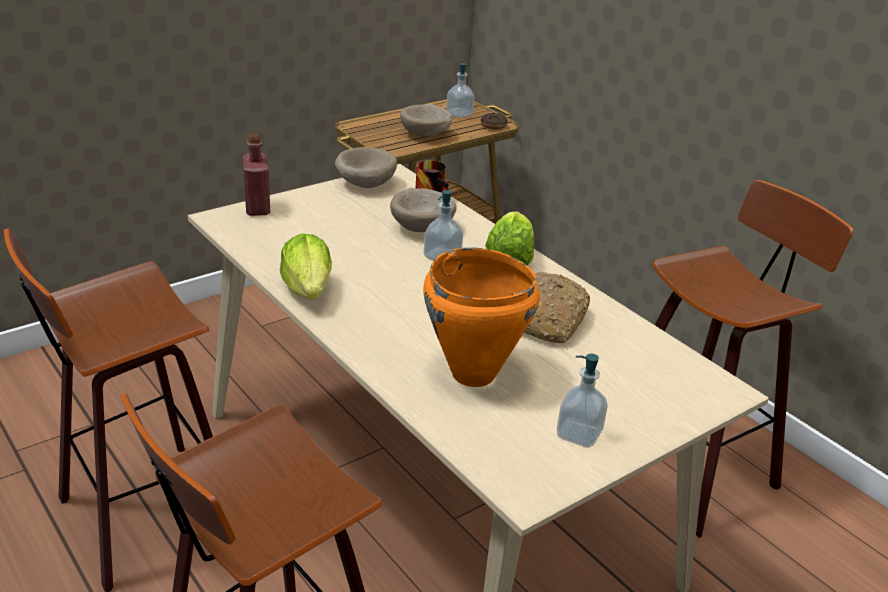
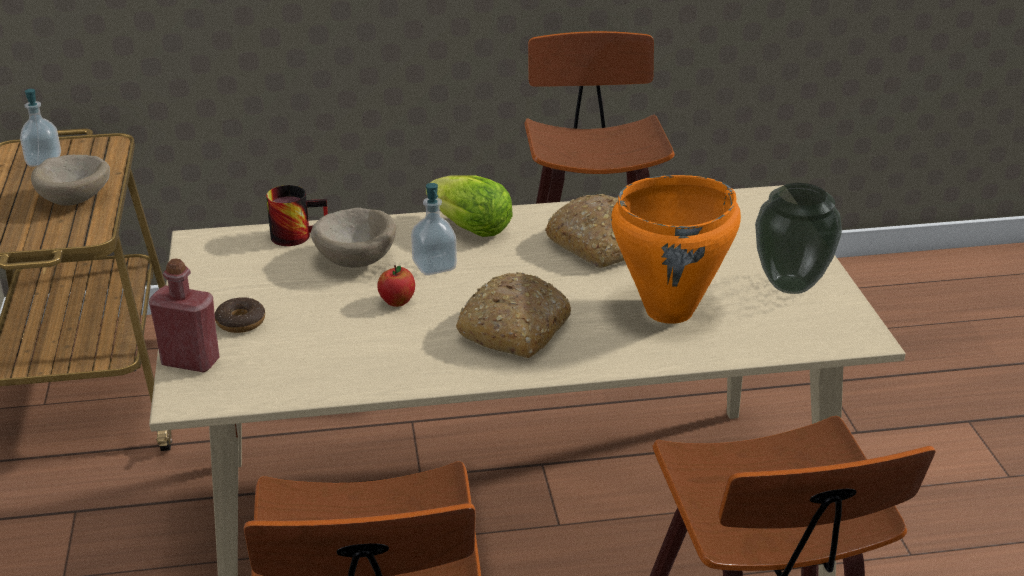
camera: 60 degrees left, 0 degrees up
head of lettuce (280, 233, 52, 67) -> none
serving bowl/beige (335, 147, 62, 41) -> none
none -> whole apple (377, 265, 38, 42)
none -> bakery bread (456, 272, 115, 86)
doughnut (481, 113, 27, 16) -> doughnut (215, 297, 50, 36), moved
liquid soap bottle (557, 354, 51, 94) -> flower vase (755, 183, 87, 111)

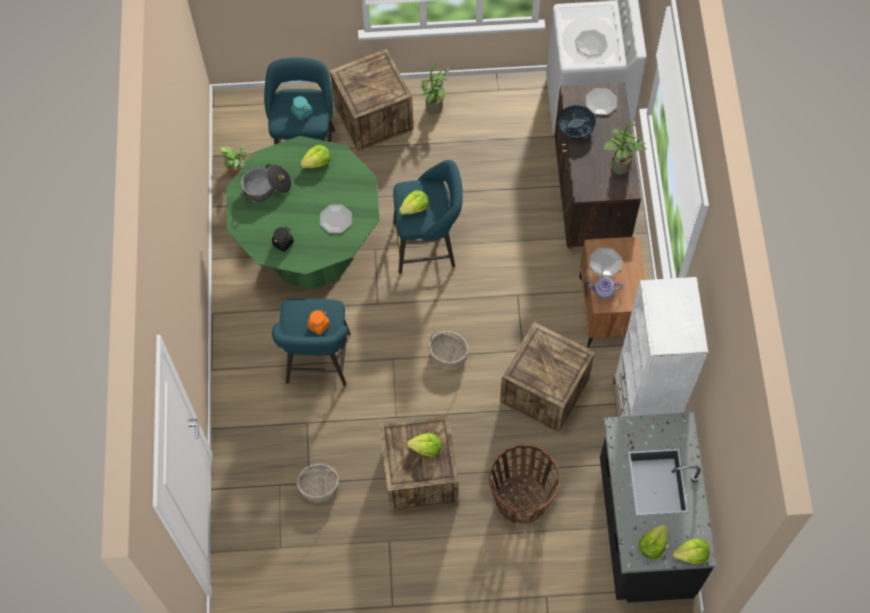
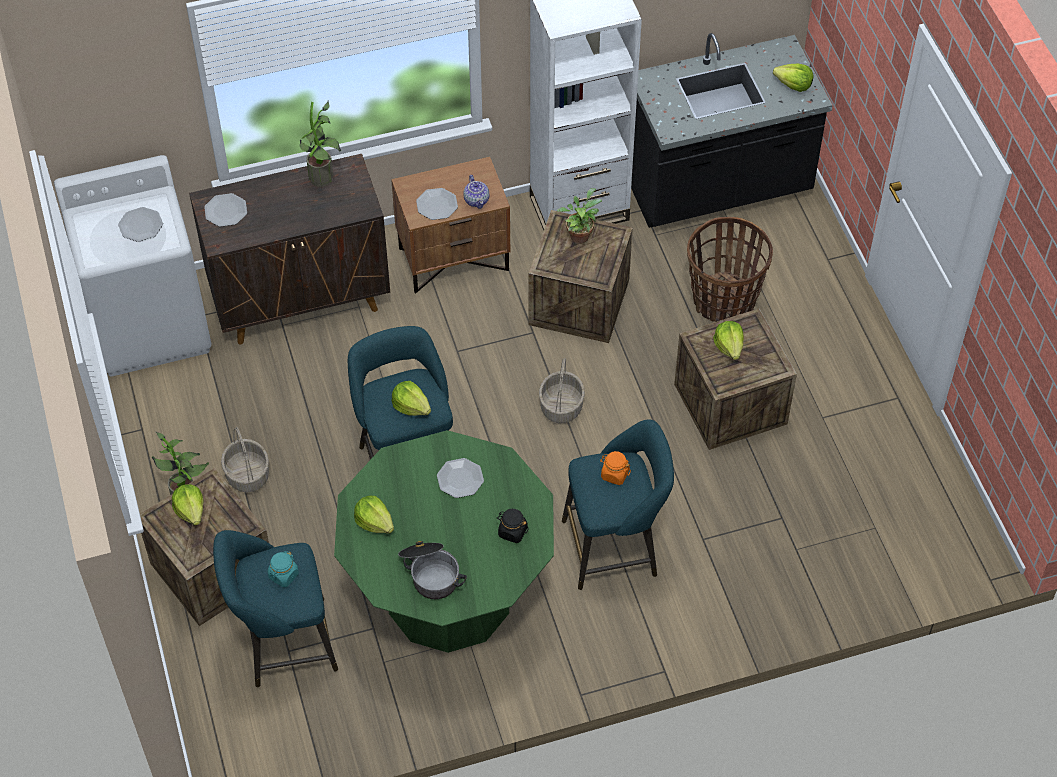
camera: 105 degrees left, 10 degrees down
serving bowl (558, 105, 37, 34) -> none
plant in a pot (218, 144, 31, 31) -> plant in a pot (557, 188, 45, 56), moved
household basket (297, 464, 42, 38) -> household basket (221, 427, 48, 66), moved
head of lettuce (673, 538, 37, 26) -> head of lettuce (172, 484, 31, 42), moved

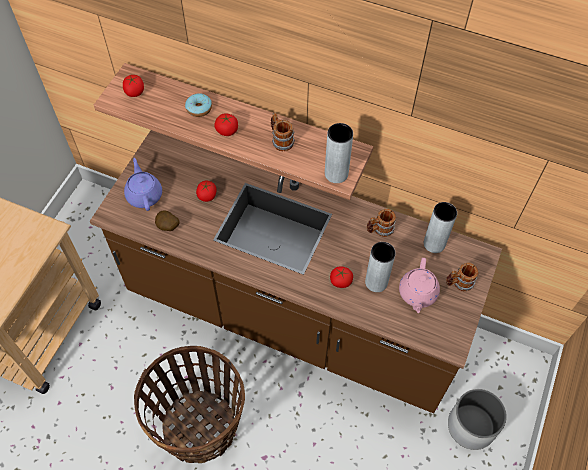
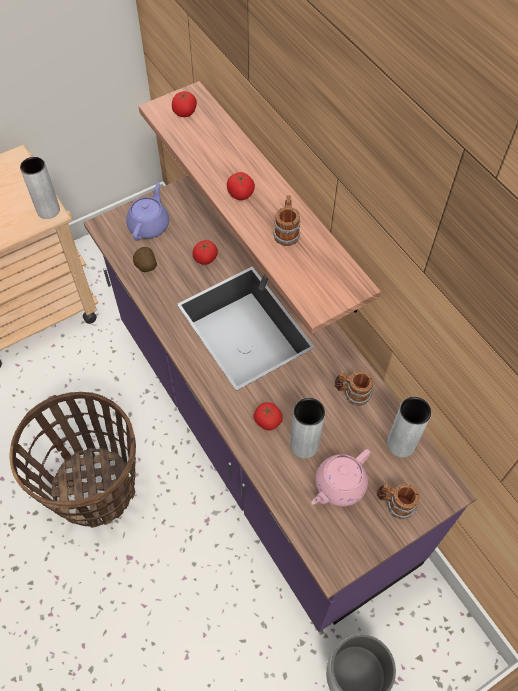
camera: 35 degrees right, 0 degrees up
doughnut (185, 93, 27, 24) -> none
flower vase/gray (325, 123, 28, 60) -> flower vase/gray (20, 157, 40, 62), moved
kitchen base unit/brown (90, 130, 412, 283) -> kitchen base unit/purple-coloured (83, 176, 394, 457)

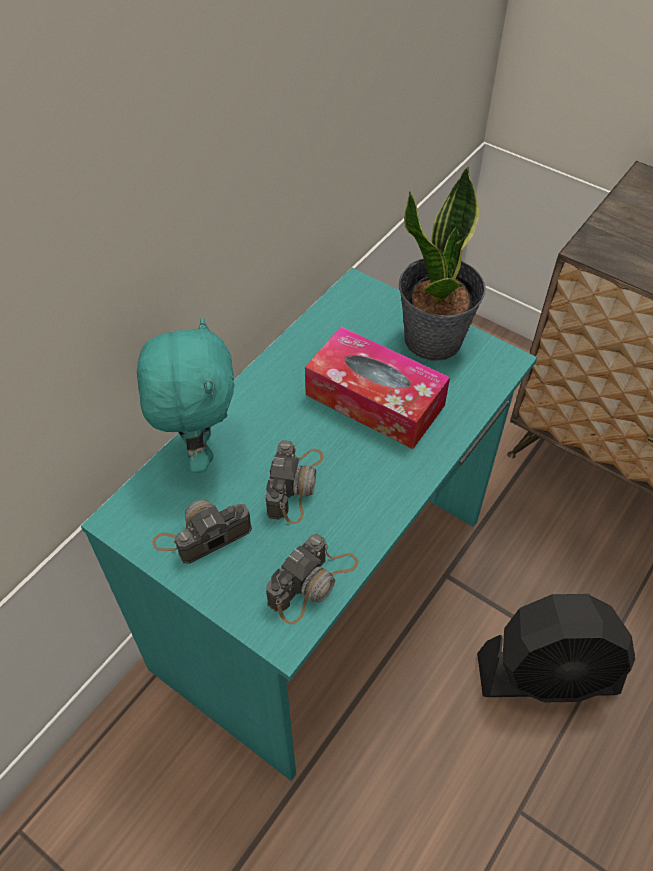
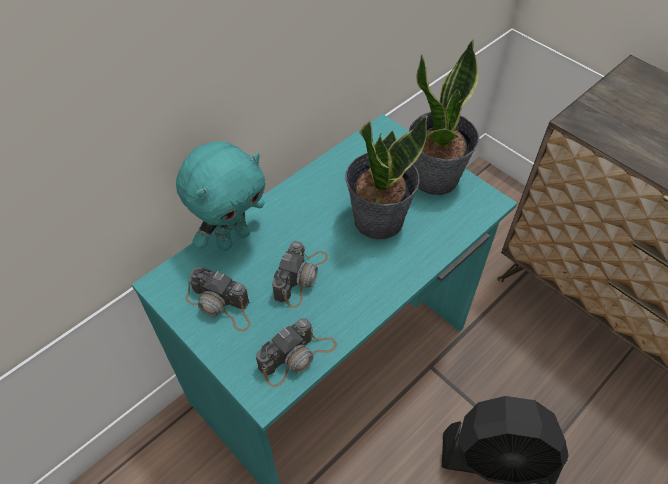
camera: 10 degrees right, 0 degrees up
tissue holder (305, 327, 145, 122) -> plant in a pot (345, 116, 83, 124)
plush toy/blue-green (137, 317, 98, 156) -> plush toy/blue-green (176, 141, 90, 110), 45 degrees clockwise
photo camera (152, 499, 100, 65) -> photo camera (186, 267, 65, 65), 135 degrees counterclockwise

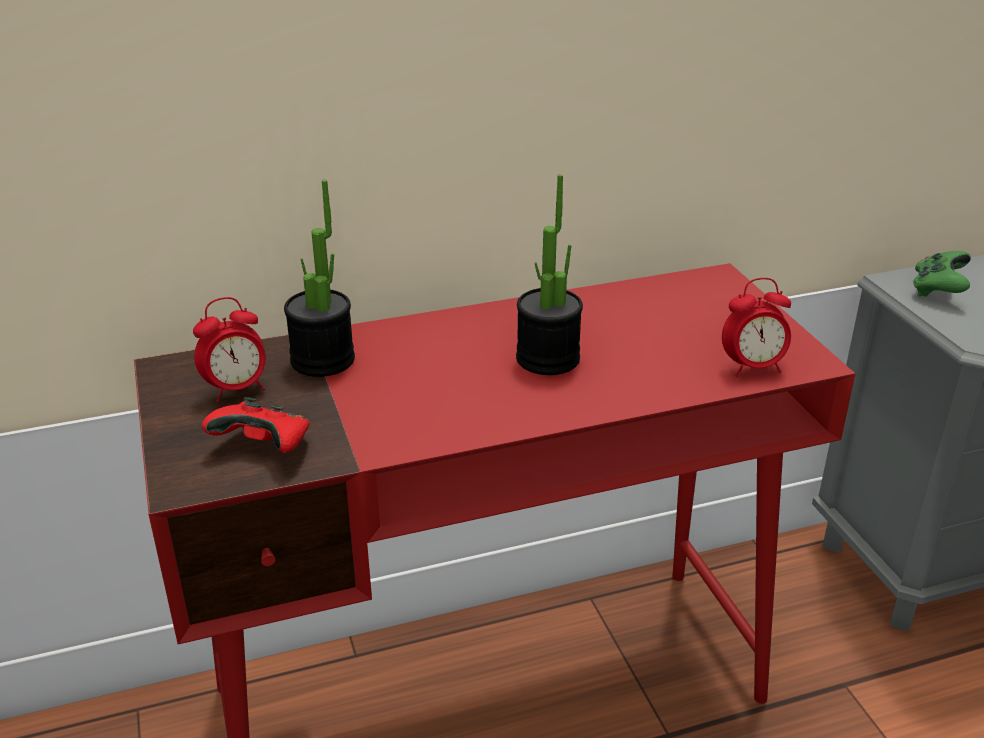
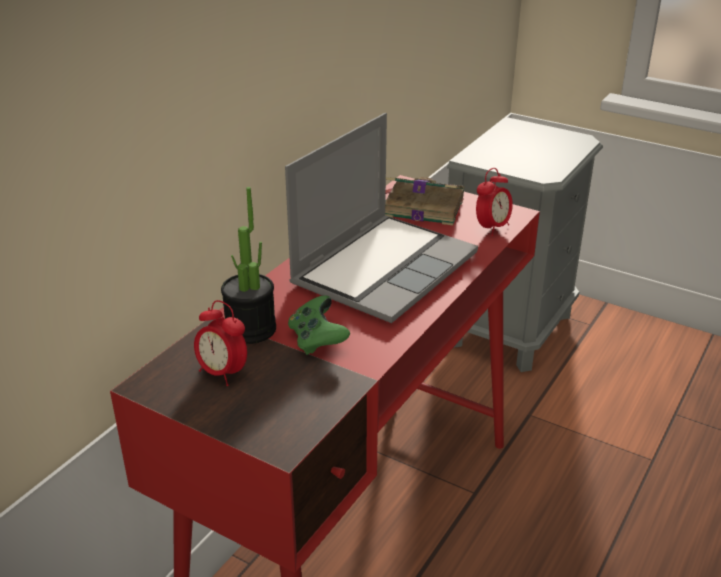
camera: 40 degrees left, 0 degrees up
gamepad/reddish (202, 397, 108, 56) -> none
none -> bound book (385, 177, 79, 49)
gamepad/green-coloured (913, 251, 58, 46) -> gamepad/green-coloured (288, 295, 62, 60), moved
plant in a pot (516, 174, 67, 201) -> laptop (285, 113, 193, 210)
alarm clock (193, 297, 73, 105) -> alarm clock (194, 300, 53, 86), 105 degrees clockwise

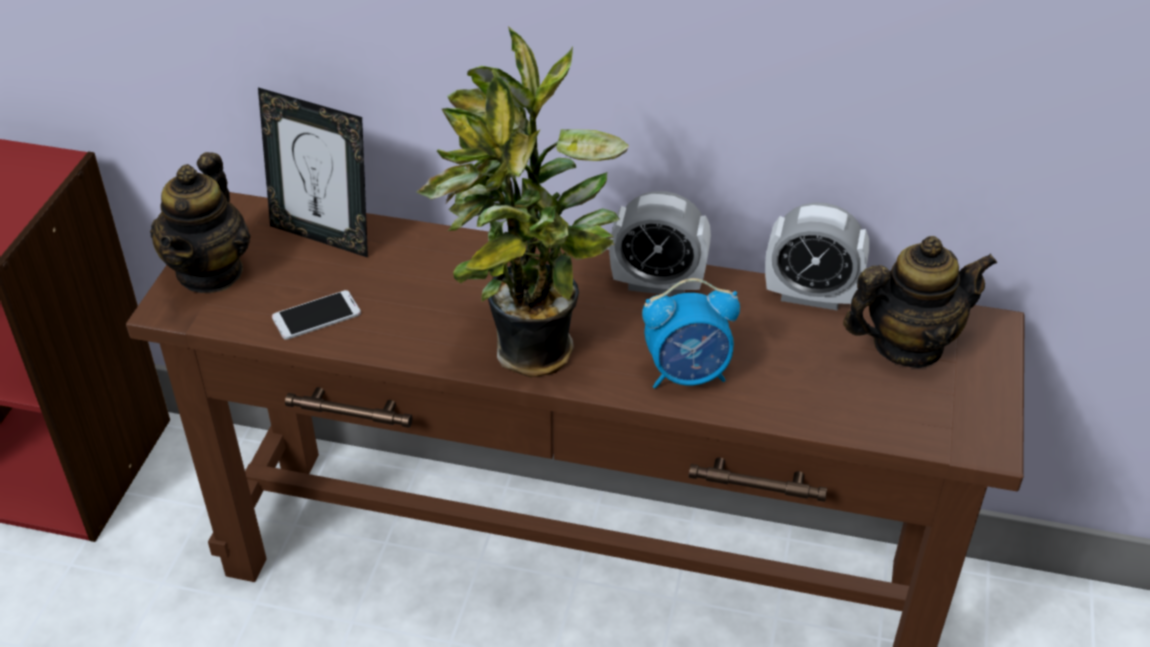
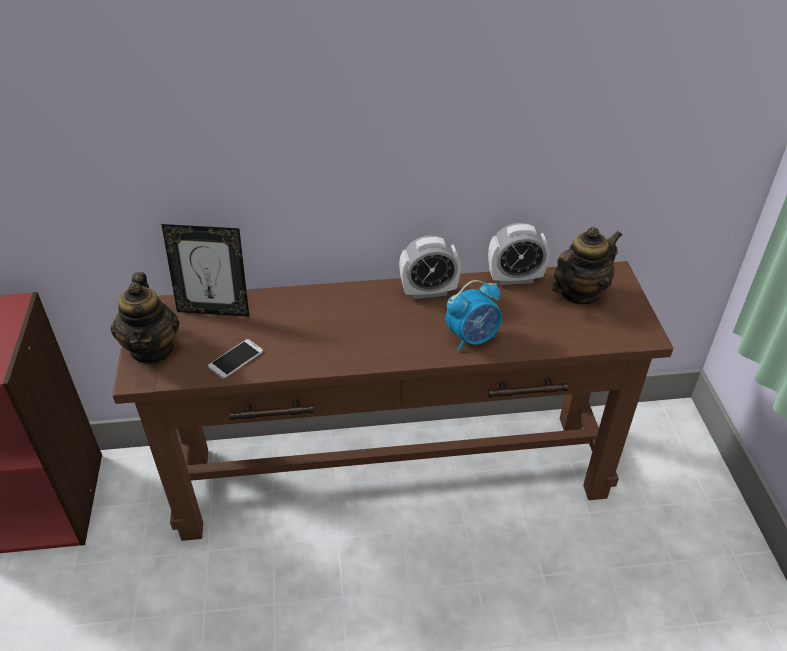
camera: 20 degrees left, 0 degrees up
plant in a pot (417, 26, 212, 352) -> none

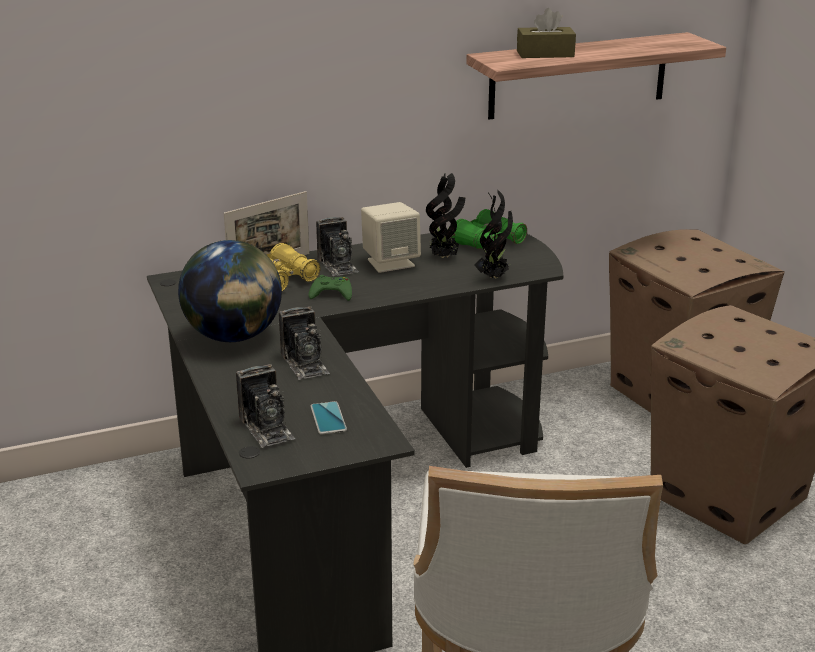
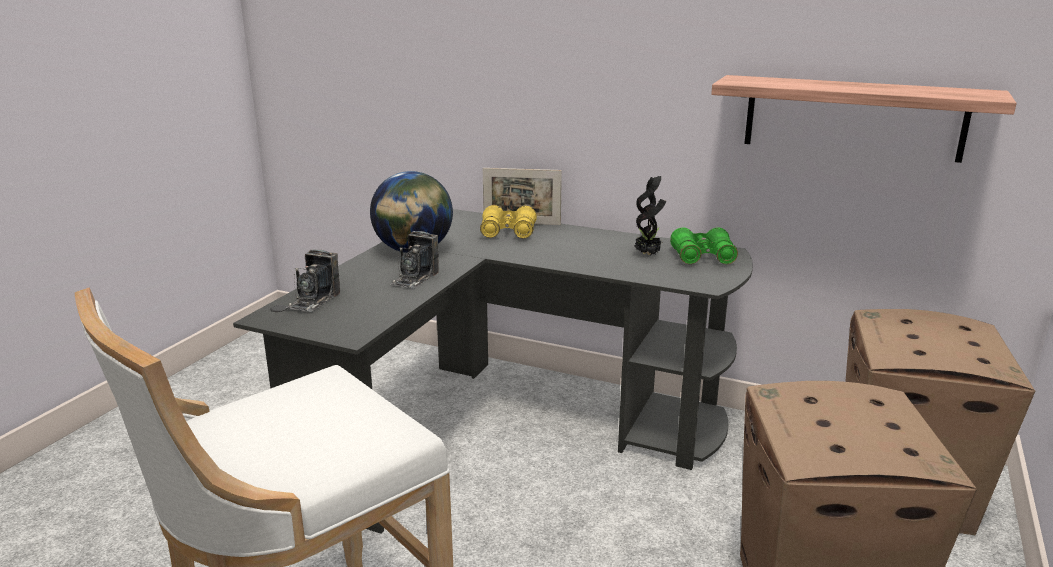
camera: 45 degrees right, 5 degrees down
gamepad/green-coloured (309, 275, 43, 26) -> none
telephone (311, 401, 36, 33) -> none
photo camera (316, 217, 43, 60) -> none
speaker/beige (361, 202, 60, 71) -> none
plant in a pot (474, 189, 39, 90) -> none
tissue holder/brown (517, 8, 59, 50) -> none

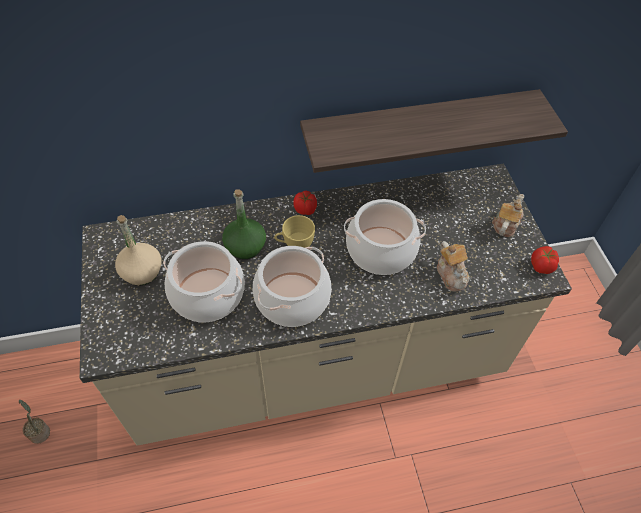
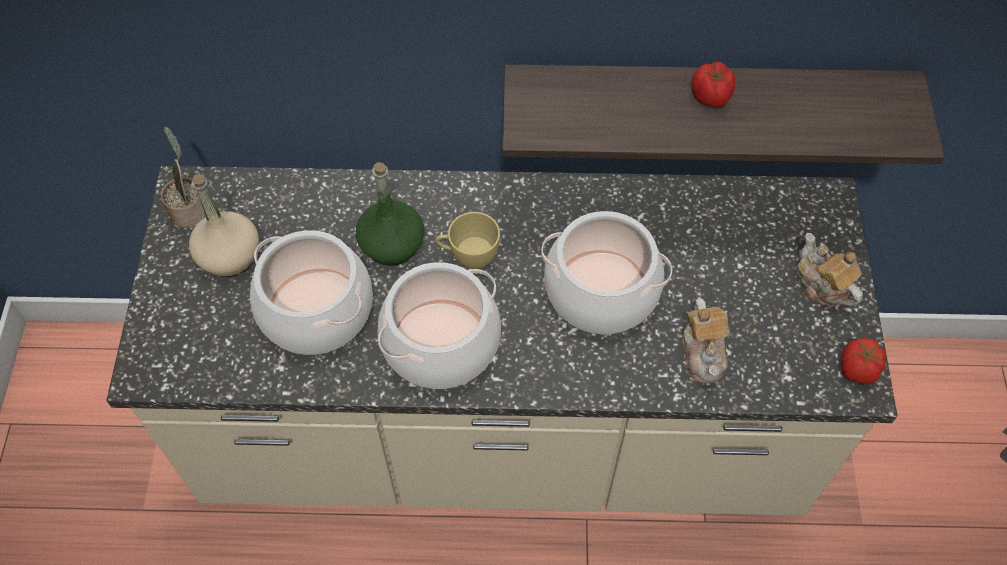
camera: 15 degrees right, 5 degrees up
plant in a pot (19, 400, 31, 44) -> plant in a pot (161, 127, 45, 101), moved
fresh tomato (293, 191, 24, 24) -> fresh tomato (692, 62, 44, 45), moved
pot for tea (492, 194, 32, 43) -> pot for tea (795, 233, 68, 74), 75 degrees counterclockwise

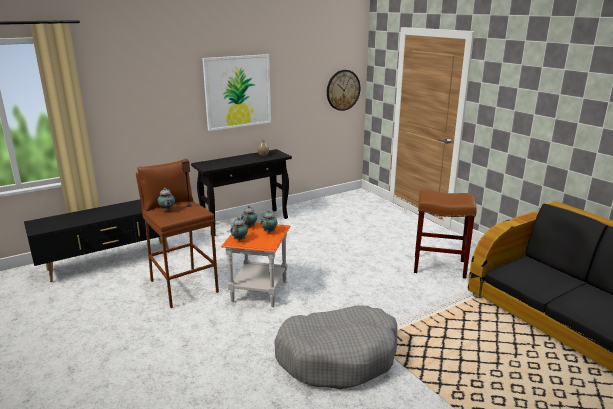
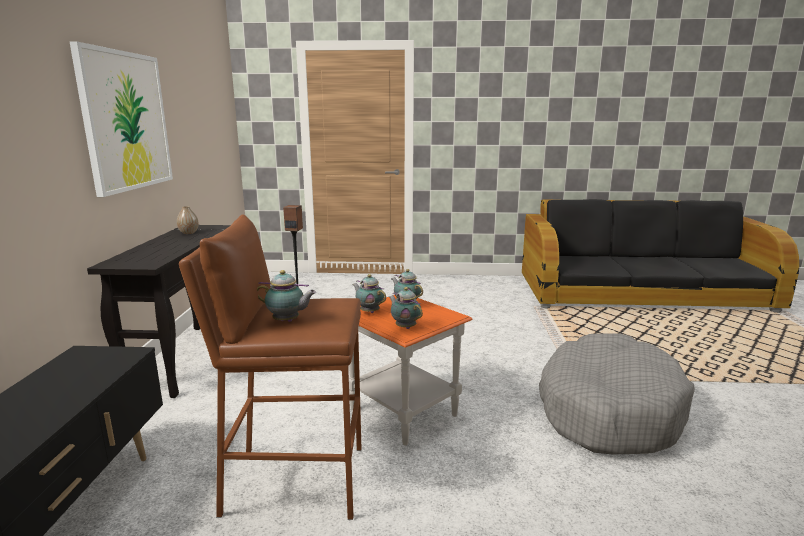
camera: 55 degrees left, 5 degrees down
wall clock (327, 70, 33, 41) -> none
stool seat/brown (414, 190, 63, 89) -> none

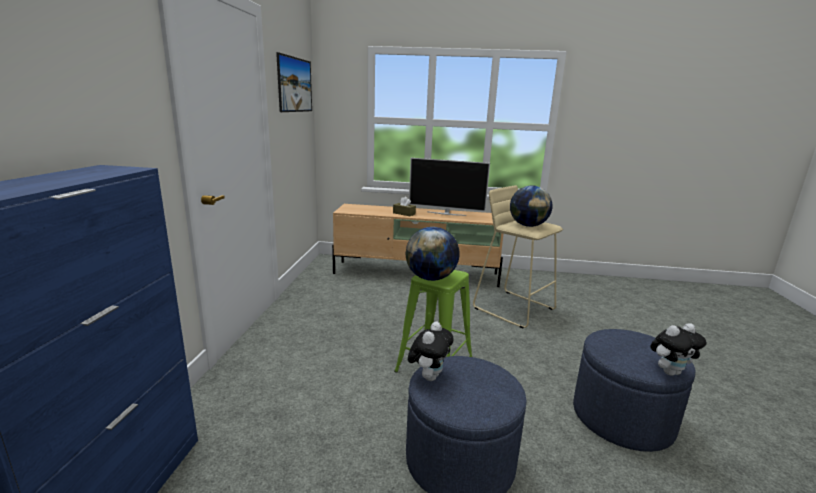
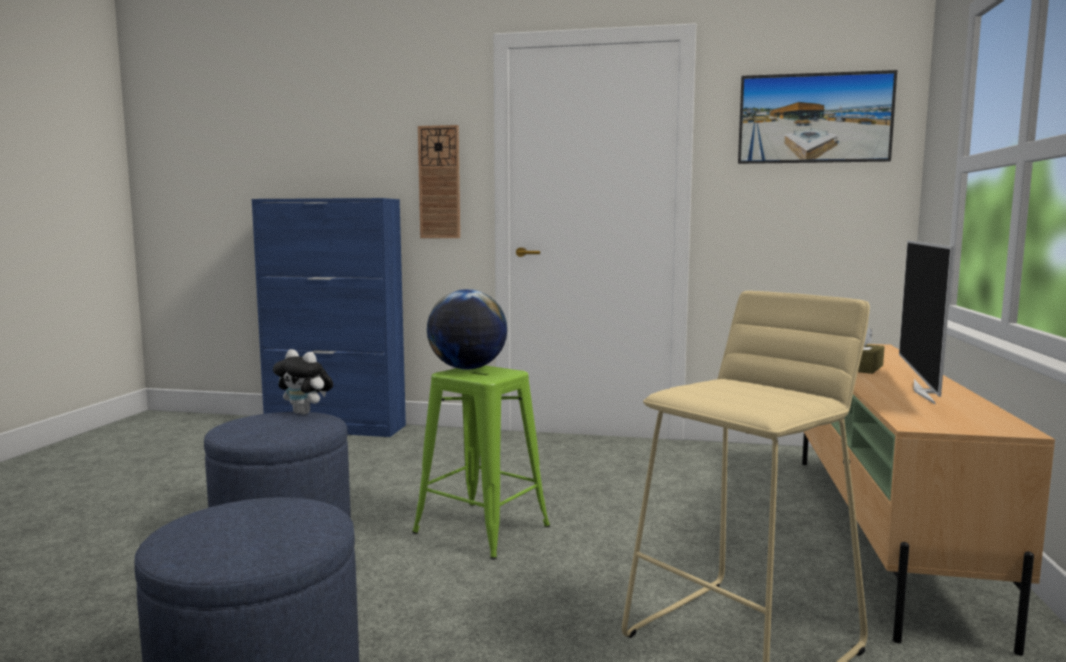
camera: 95 degrees right, 10 degrees down
globe (510, 185, 43, 42) -> none
plush toy (650, 323, 56, 53) -> none
none -> wall clock (418, 125, 42, 113)

